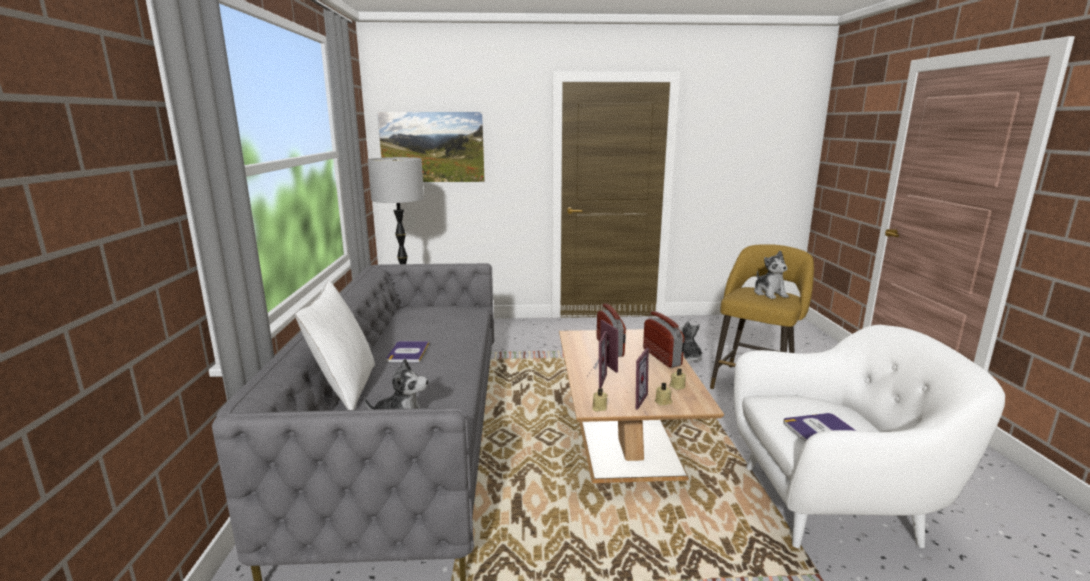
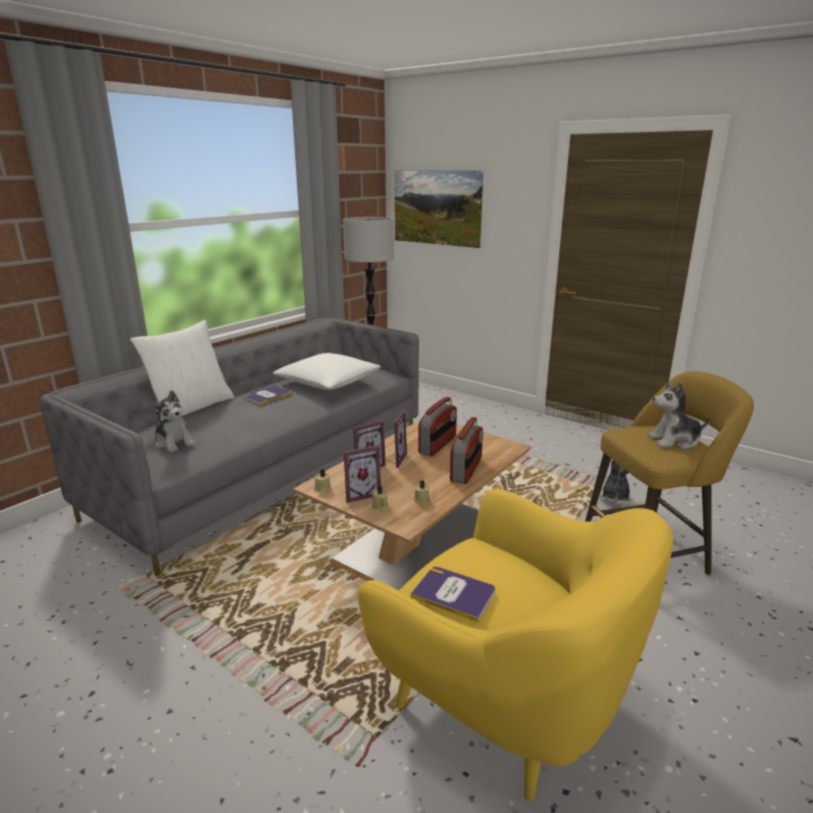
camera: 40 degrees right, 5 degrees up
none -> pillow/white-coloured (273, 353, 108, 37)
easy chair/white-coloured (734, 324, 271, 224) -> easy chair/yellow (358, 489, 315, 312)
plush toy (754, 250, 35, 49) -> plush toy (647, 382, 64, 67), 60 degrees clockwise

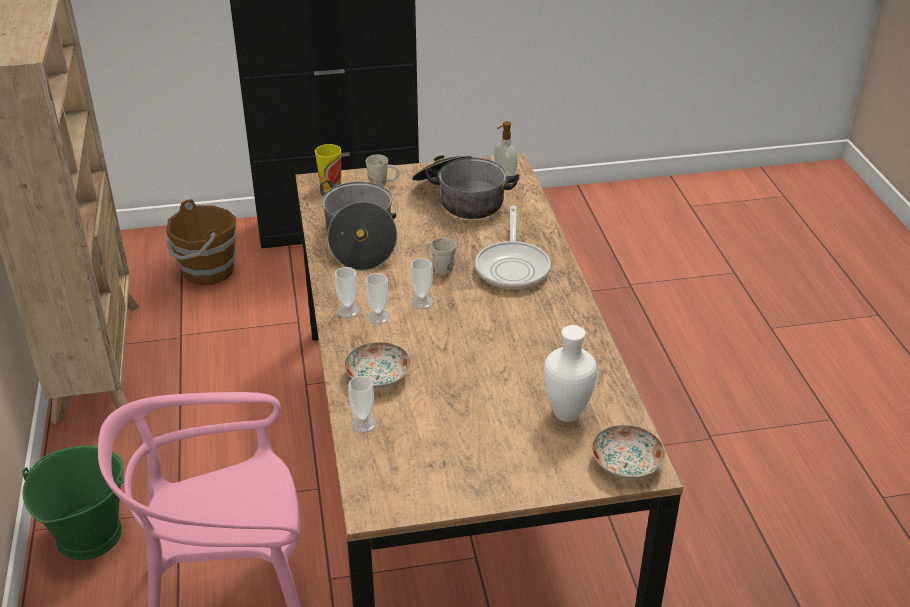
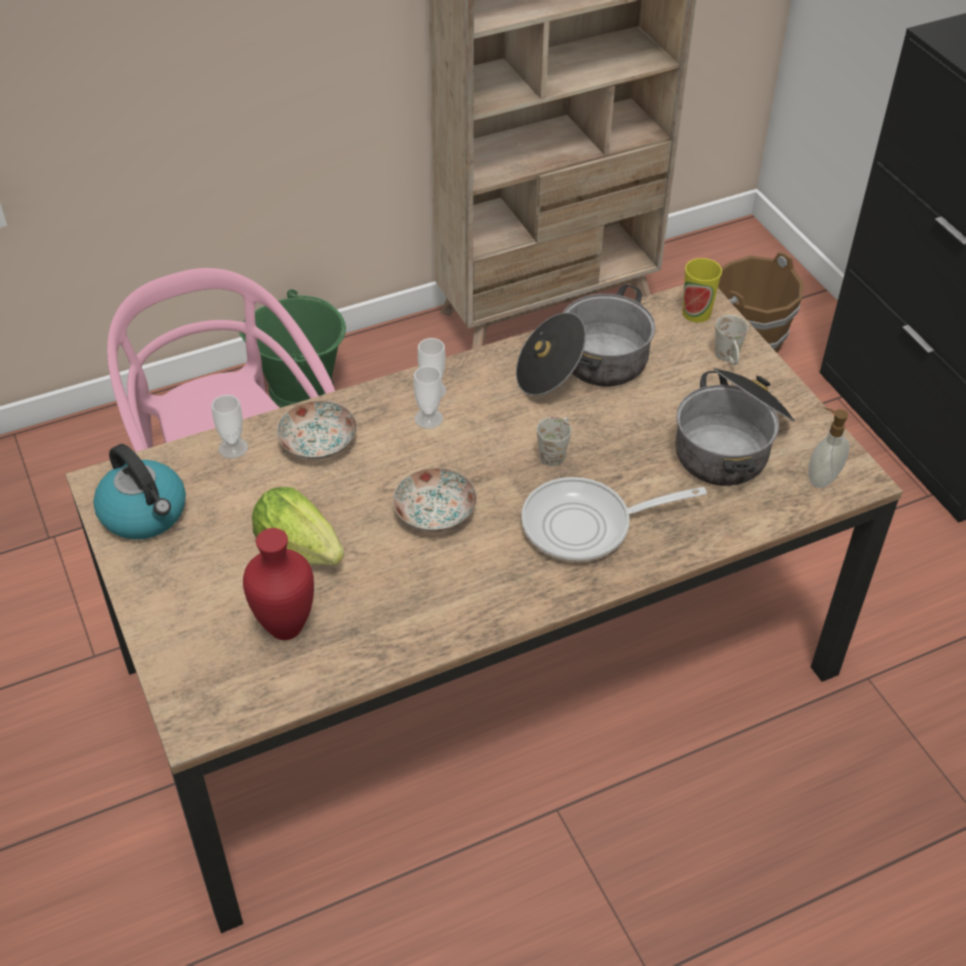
camera: 75 degrees right, 10 degrees up
drinking cup (411, 258, 22, 51) -> none
none -> kettle (93, 444, 93, 96)
none -> head of lettuce (252, 487, 92, 78)
dinner plate (592, 425, 73, 54) -> dinner plate (393, 468, 84, 64), moved
flower vase/white-coloured (544, 325, 53, 97) -> flower vase/reddish (243, 528, 71, 112)

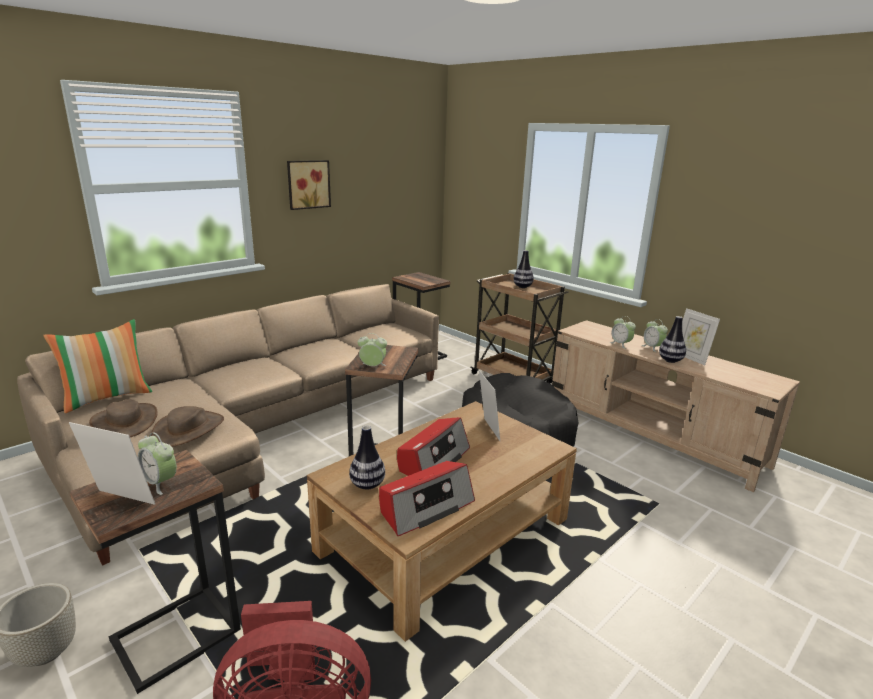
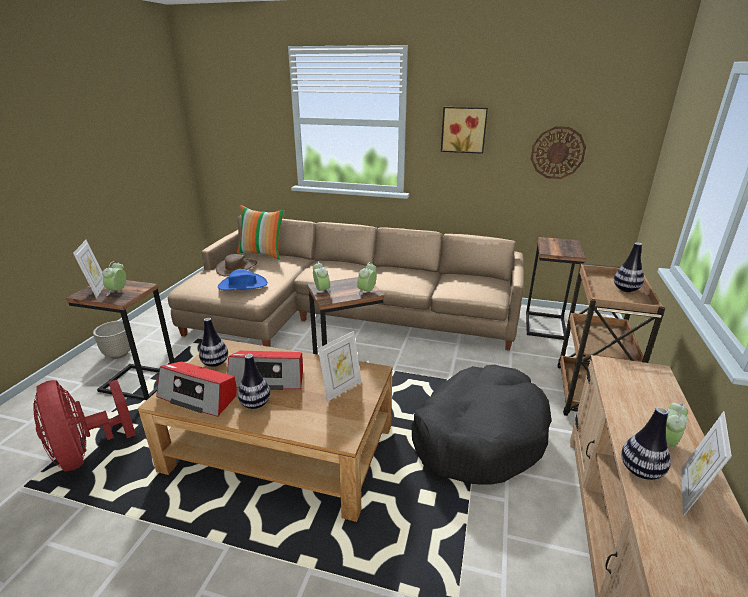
camera: 60 degrees right, 5 degrees up
none -> flower vase (238, 354, 33, 55)
none -> wall clock (531, 126, 55, 53)
alarm clock (610, 316, 26, 33) -> alarm clock (357, 262, 20, 34), moved
wearable hat/brown (151, 406, 73, 41) -> wearable hat/blue-coloured (218, 269, 50, 21)

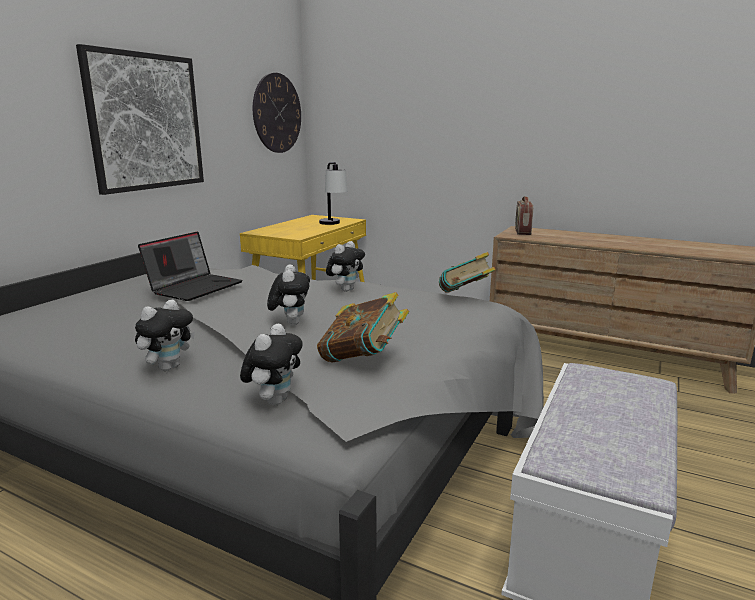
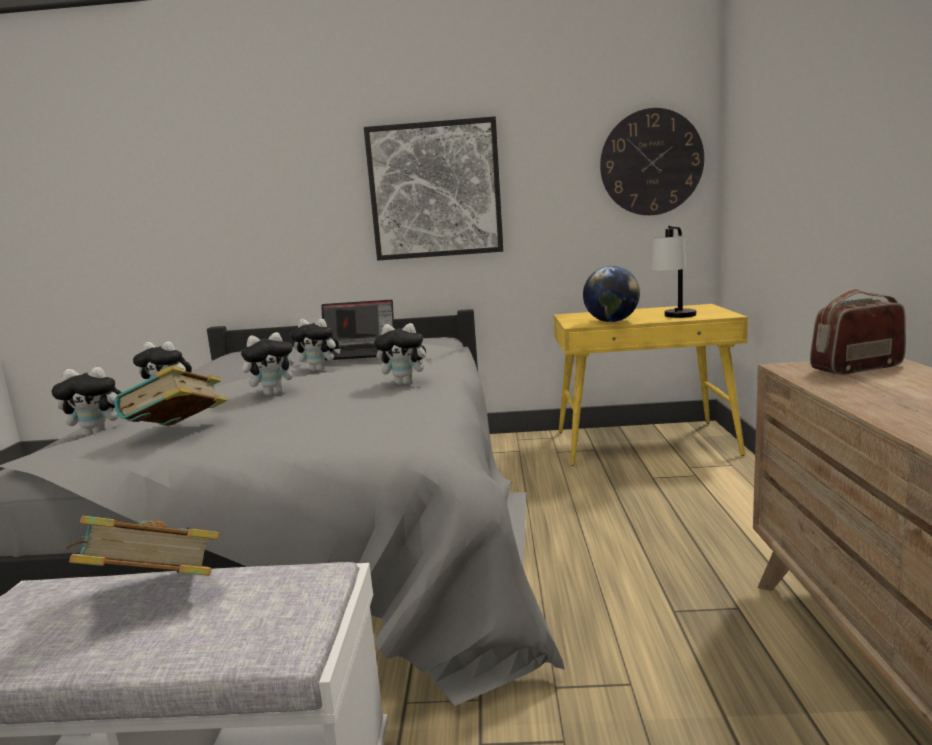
camera: 65 degrees right, 5 degrees down
none -> plush toy (290, 319, 51, 52)
none -> globe (583, 266, 57, 56)
bound book (439, 252, 57, 41) -> bound book (65, 516, 154, 60), moved

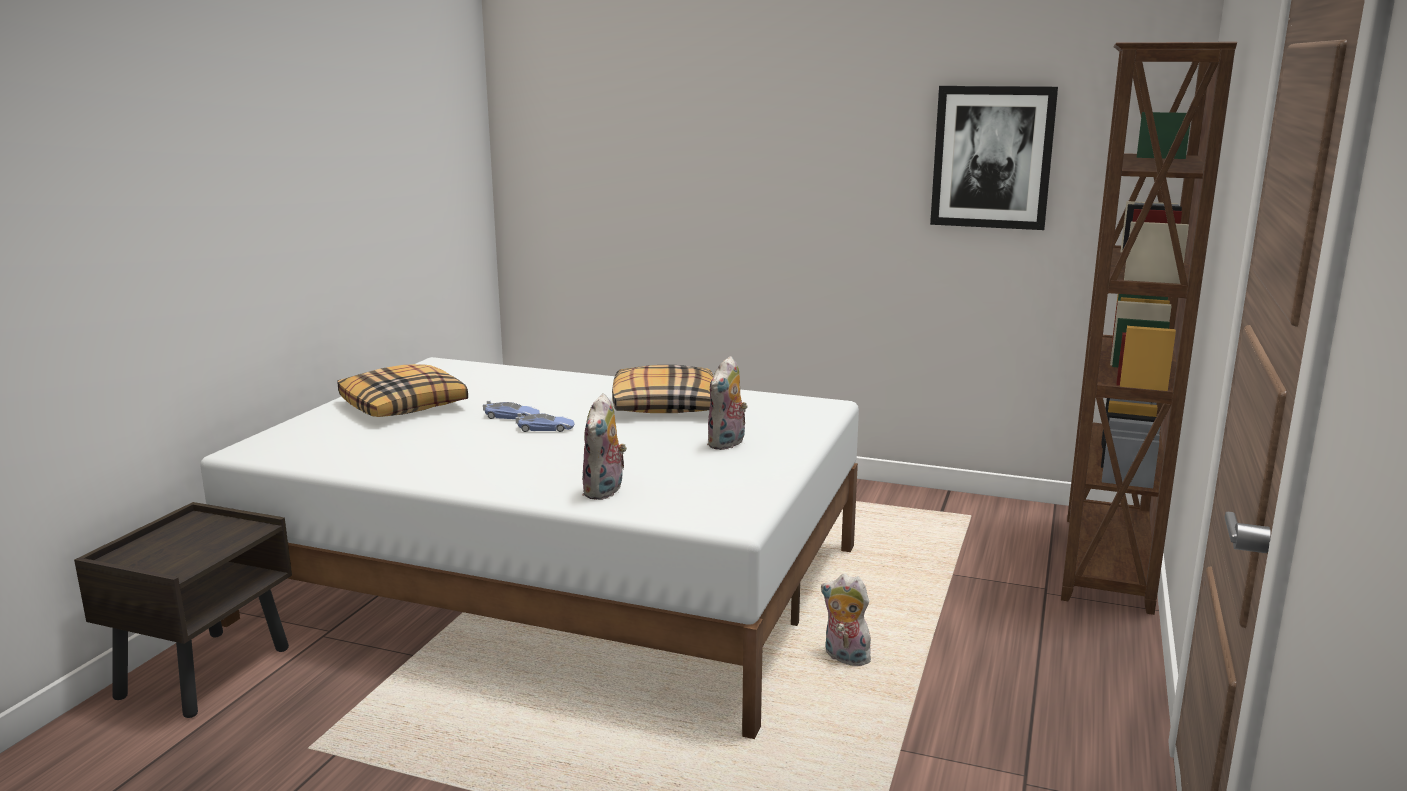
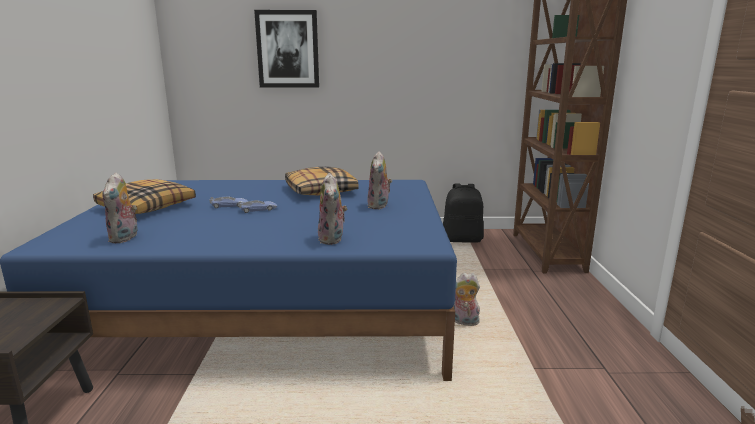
camera: 20 degrees left, 0 degrees up
none -> plush toy (102, 172, 36, 71)
none -> backpack/blackish (443, 183, 41, 60)
wall art (930, 86, 128, 144) -> wall art (254, 10, 65, 78), moved
bedroom bed/white-coloured (200, 357, 659, 382) -> bedroom bed/blue-coloured (0, 180, 457, 201)

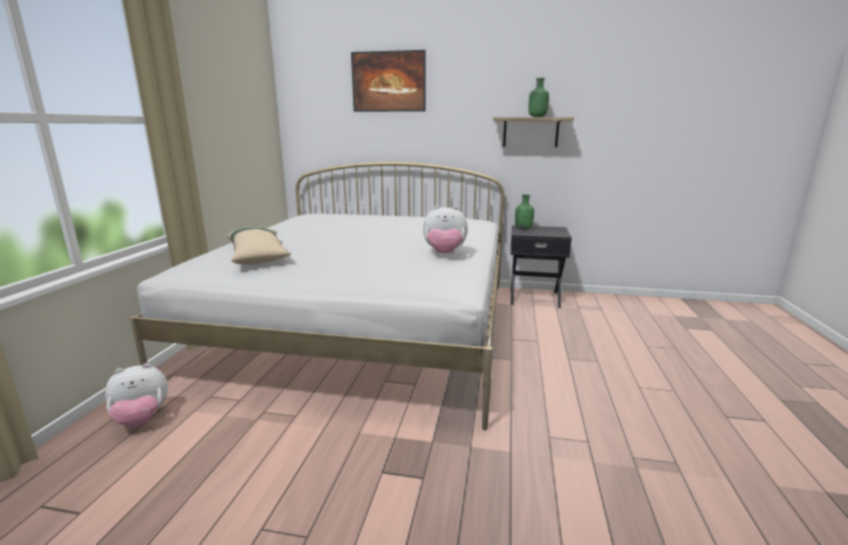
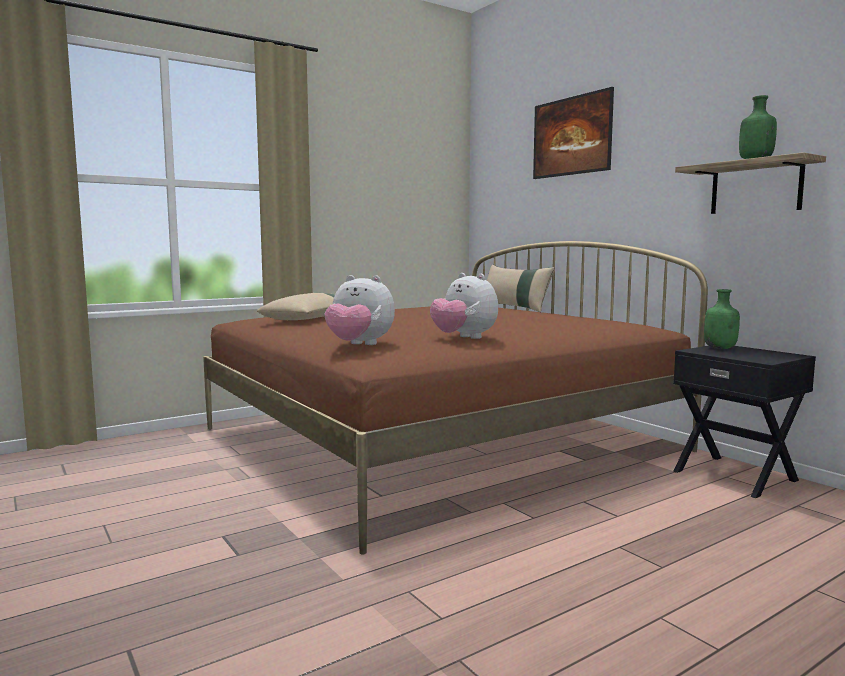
camera: 45 degrees right, 10 degrees down
none -> pillow/beige (487, 264, 68, 48)
plush toy (105, 363, 63, 64) -> plush toy (324, 275, 71, 70), moved
bedroom bed/white-coloured (130, 162, 374, 268) -> bedroom bed/brown (203, 241, 505, 313)

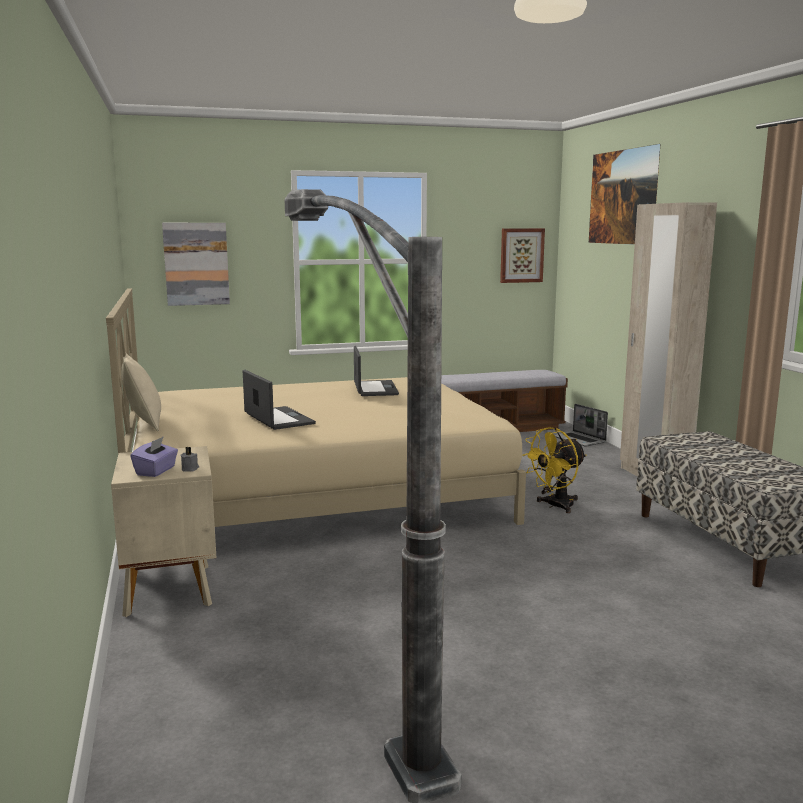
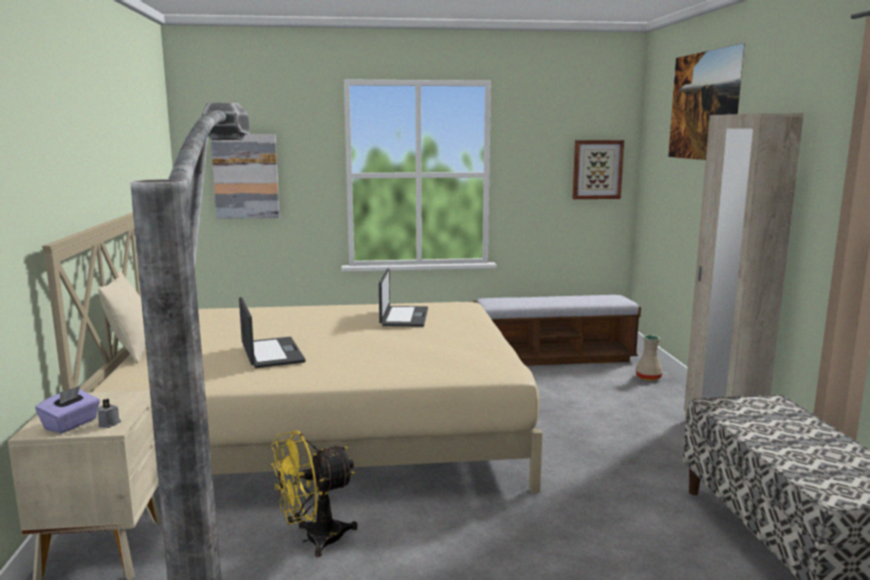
camera: 10 degrees right, 0 degrees up
cooling fan/yellow (522, 427, 64, 86) -> cooling fan/yellow (271, 431, 87, 126), moved
laptop (555, 404, 53, 43) -> flower vase/beige (635, 335, 28, 46)

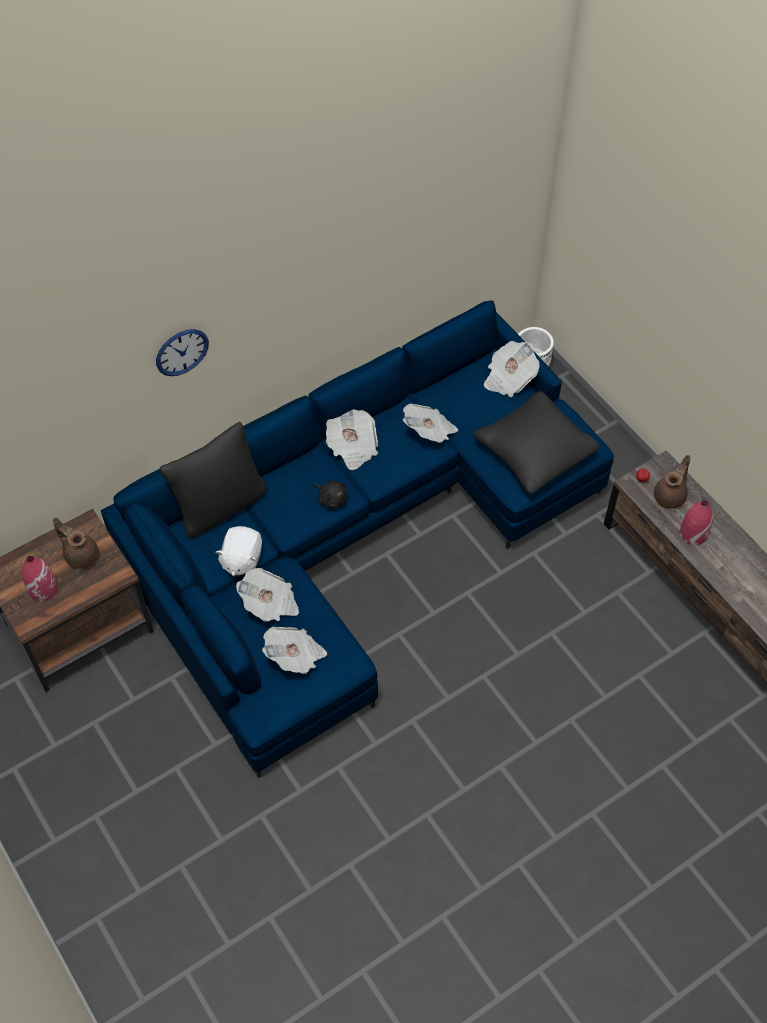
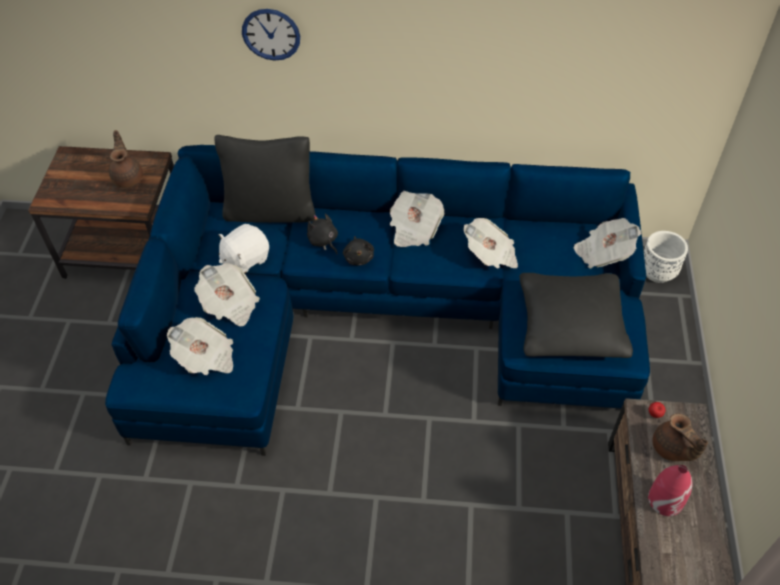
camera: 40 degrees right, 5 degrees down
flower vase/reddish (22, 556, 36, 46) -> none
none -> plush toy/blackish (307, 213, 31, 41)
pot for tea/brown (654, 455, 36, 54) -> pot for tea/brown (652, 413, 56, 48), 75 degrees clockwise

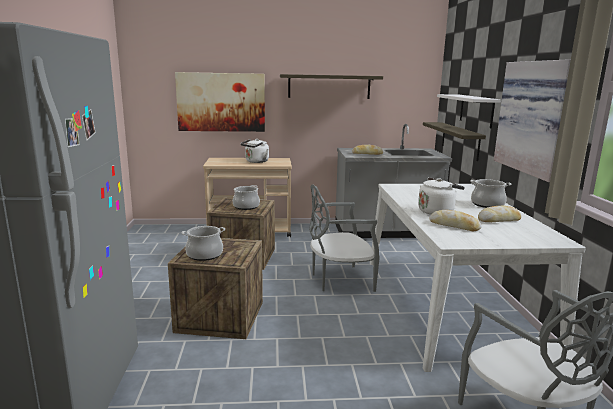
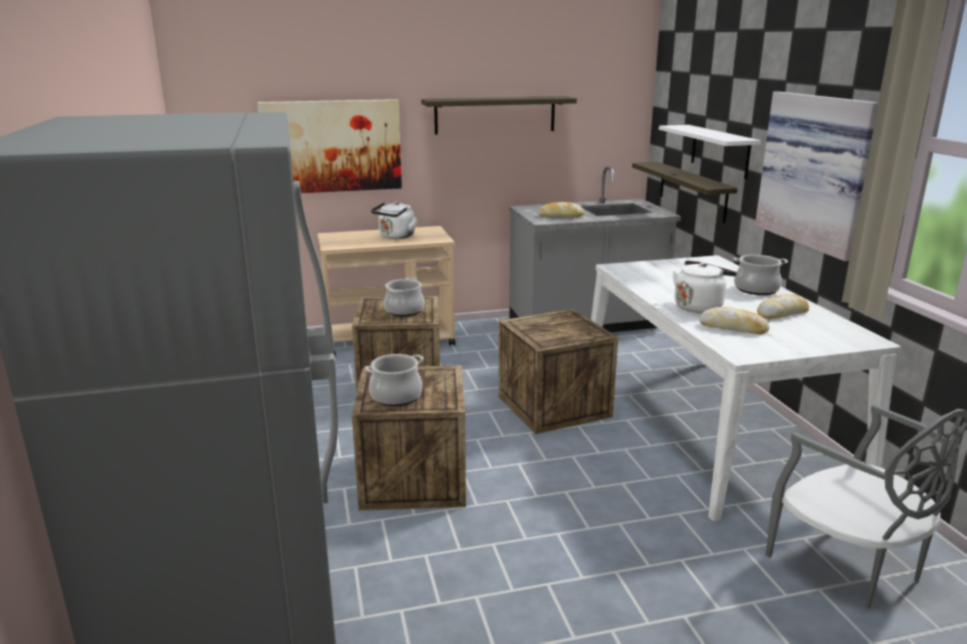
camera: 10 degrees left, 5 degrees up
plain chair/gray (309, 185, 71, 107) -> crate (498, 309, 120, 125)

